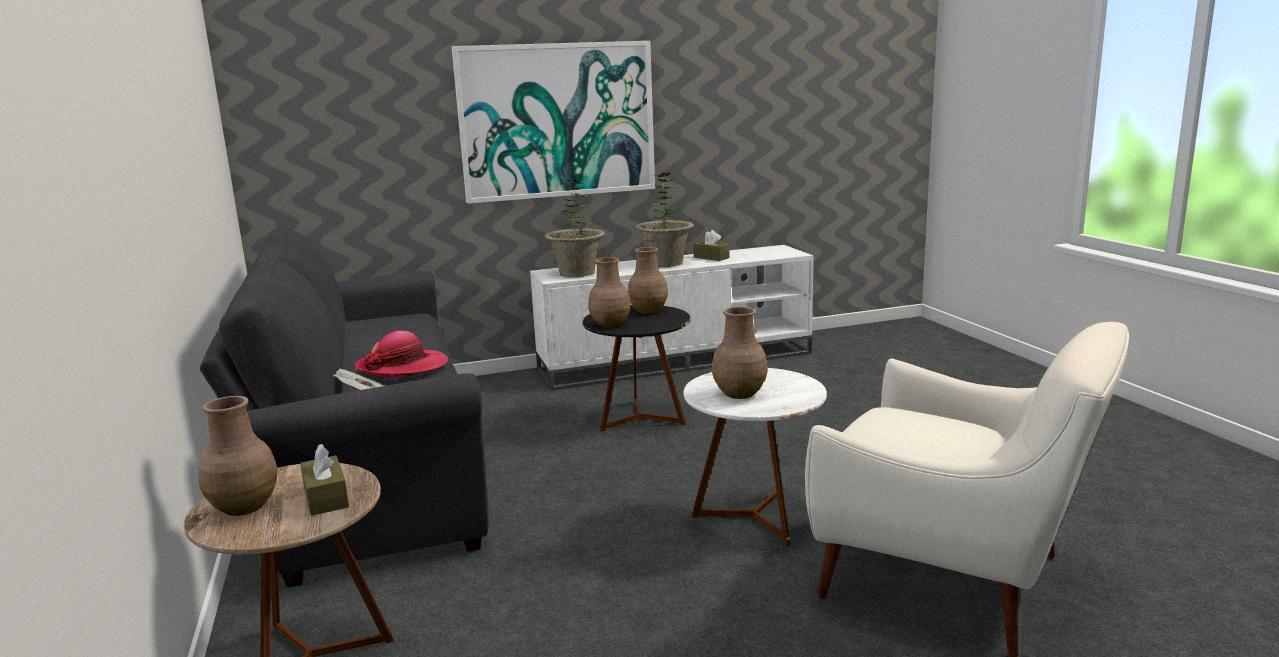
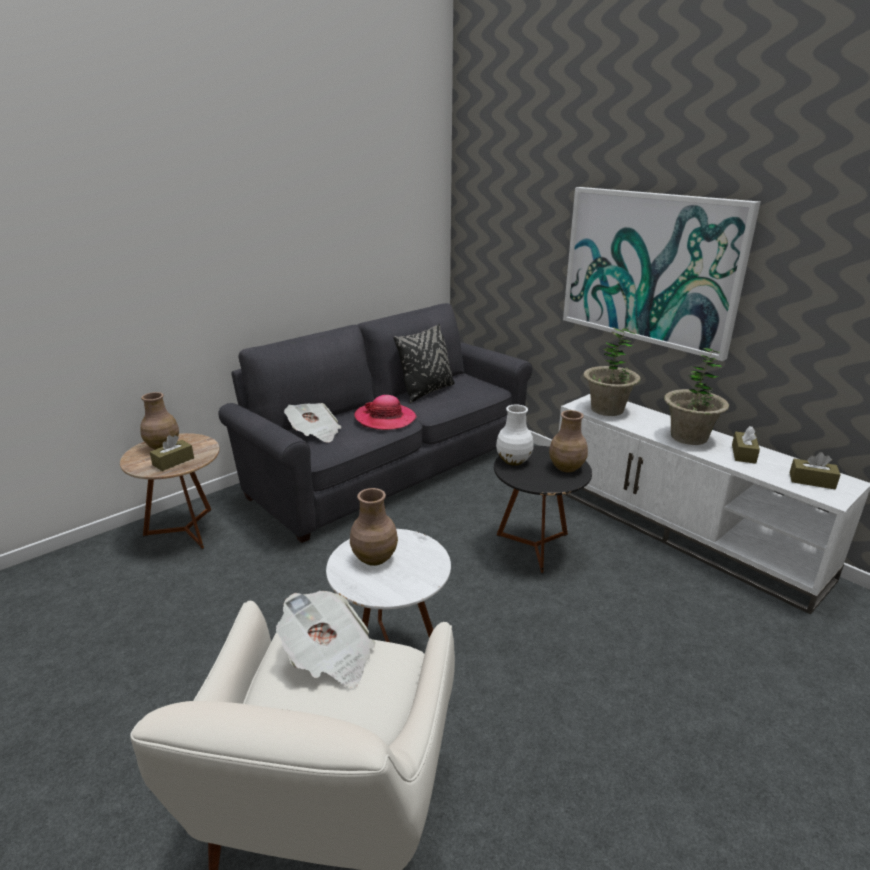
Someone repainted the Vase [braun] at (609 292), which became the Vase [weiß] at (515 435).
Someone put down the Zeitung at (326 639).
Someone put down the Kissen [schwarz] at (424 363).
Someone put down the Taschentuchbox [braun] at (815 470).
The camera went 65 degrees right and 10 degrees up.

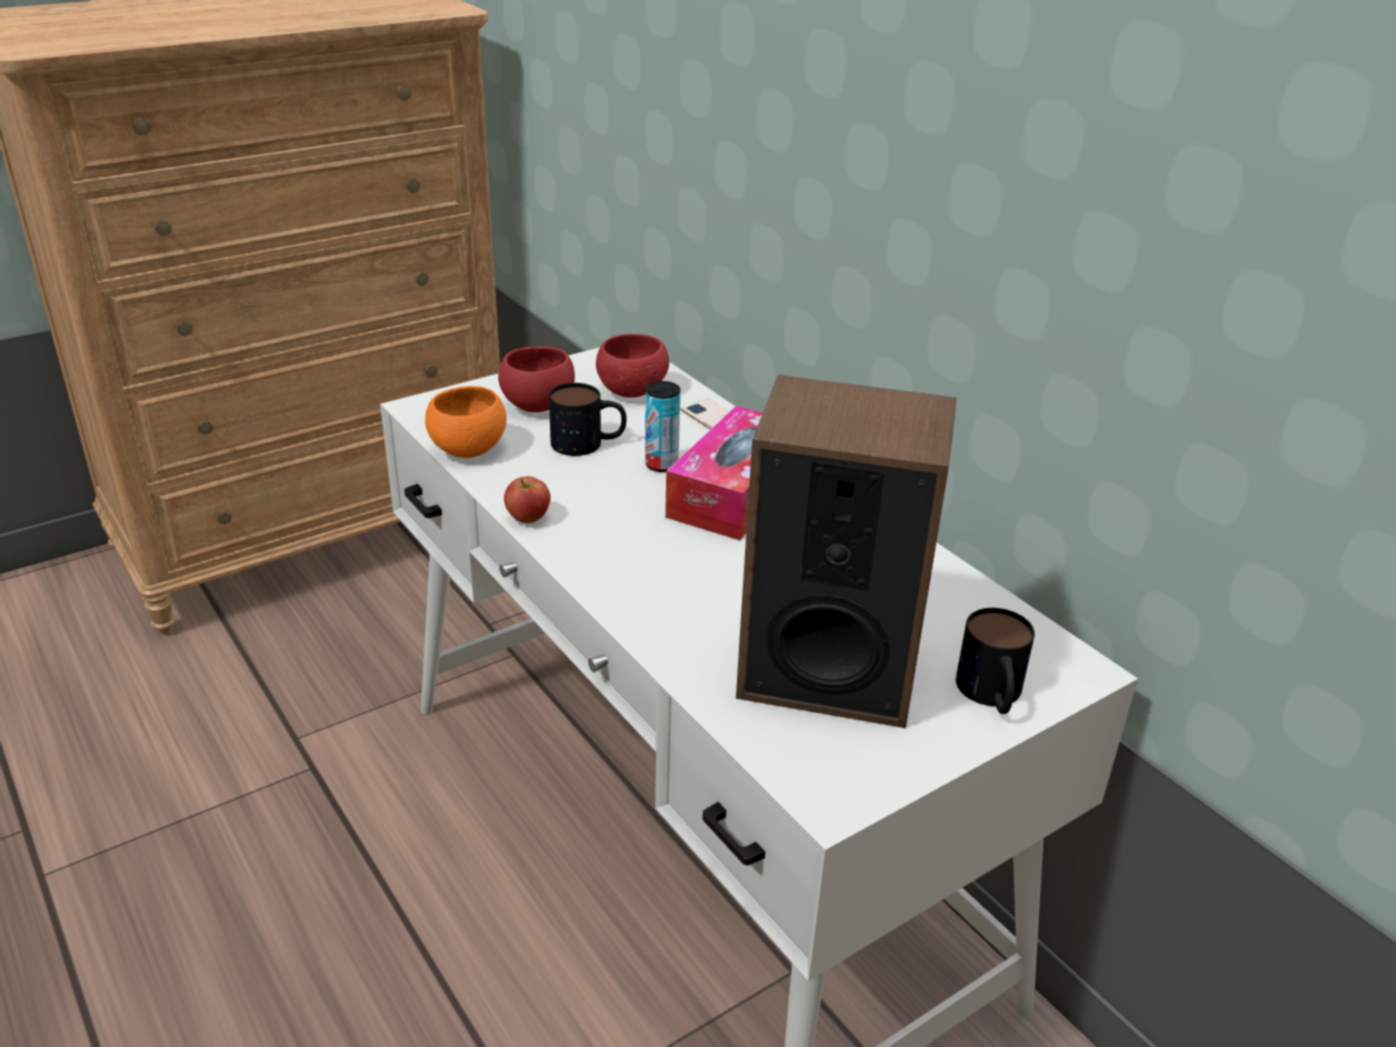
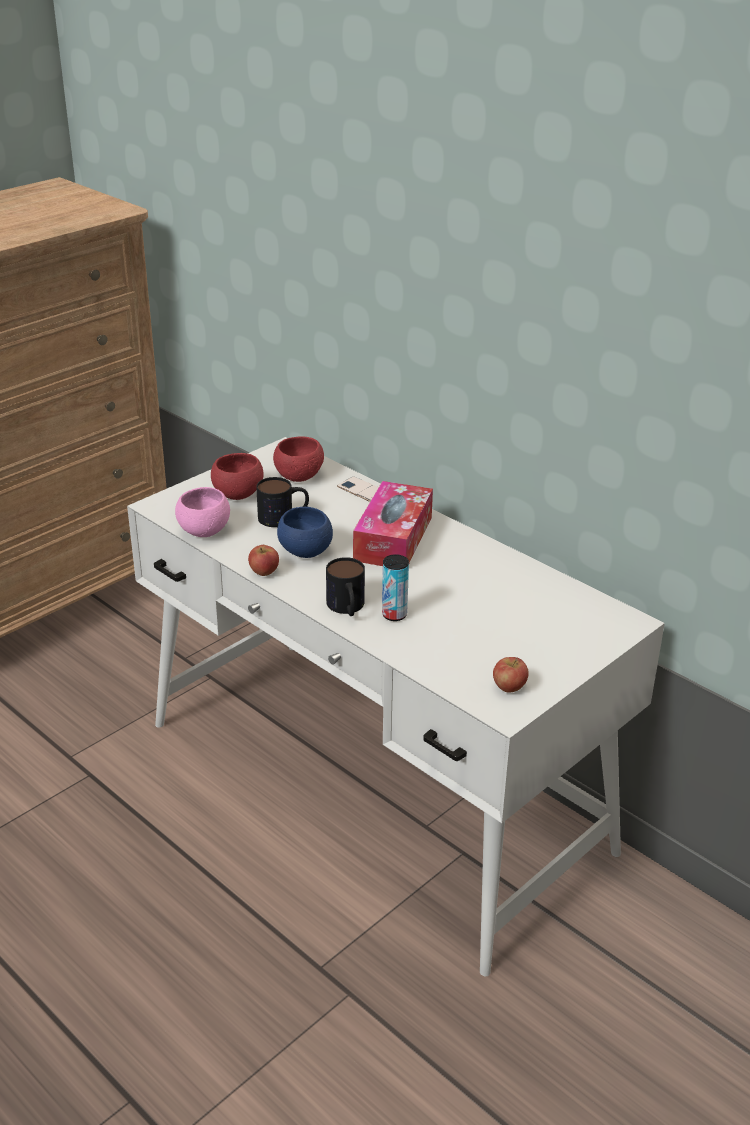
Someone repainted the Schüssel [orange] at (466 422), which became the Schüssel [rosa] at (202 512).
Someone carried the Dose from (662 426) to (395 587).
Someone took away the Lautsprecher at (846 551).
Someone carried the Henkelbecher from (995 661) to (345 586).
Someone put down the Schüssel [blau] at (305 532).
Someone put down the Apfel at (511 674).
The camera went 10 degrees left and 0 degrees up.

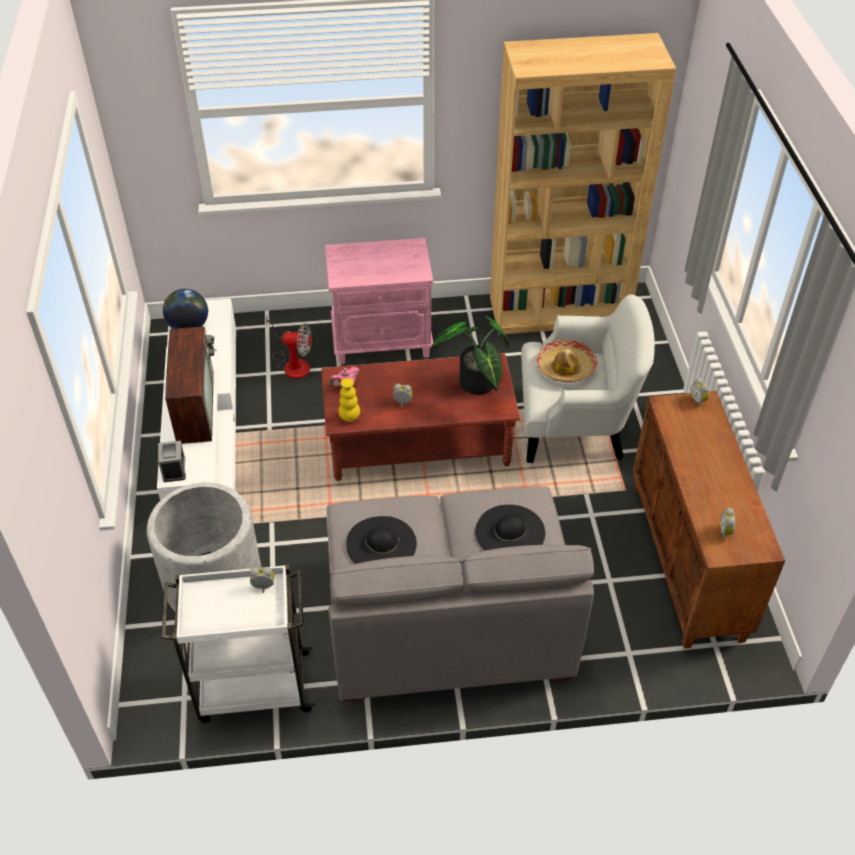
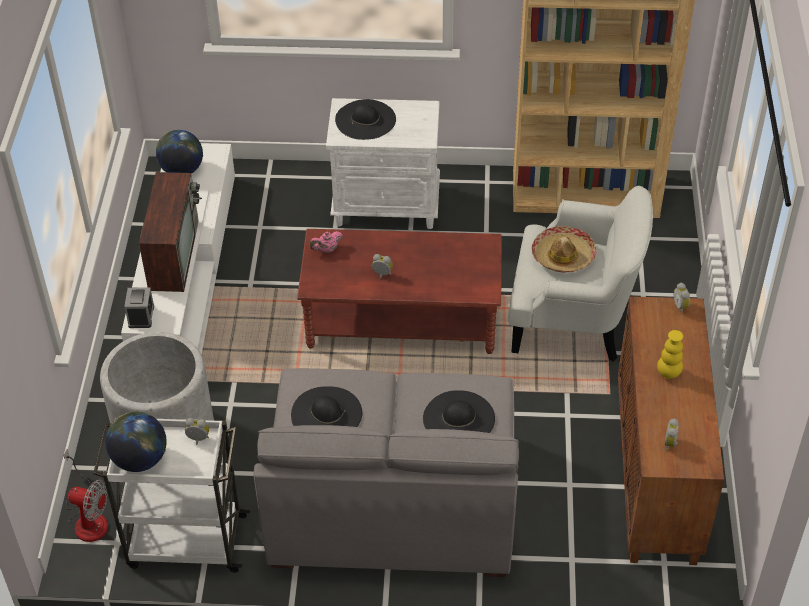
Someone carried the Ventilator from (289 347) to (85 495).
Someone repainted the Nachttisch [rosa] at (379 301), which became the Nachttisch [weiß] at (383 163).
Someone carried the Vase [gelb] from (349 400) to (670 354).
Someone took away the Topfpflanze at (470 355).
Someone put down the Globus at (136 441).
Someone put down the Hut [schwarz] at (365 119).
The camera went 10 degrees right and 0 degrees up.

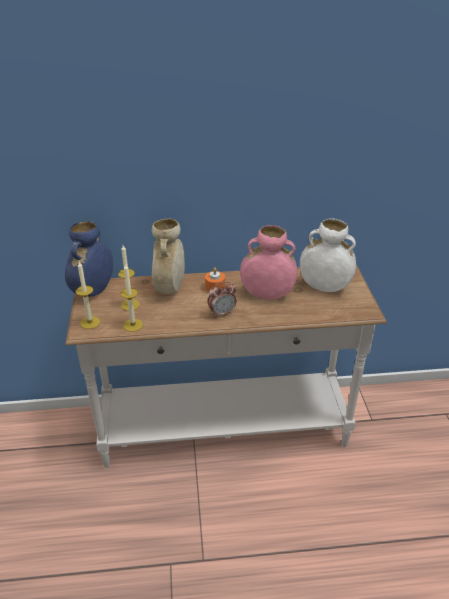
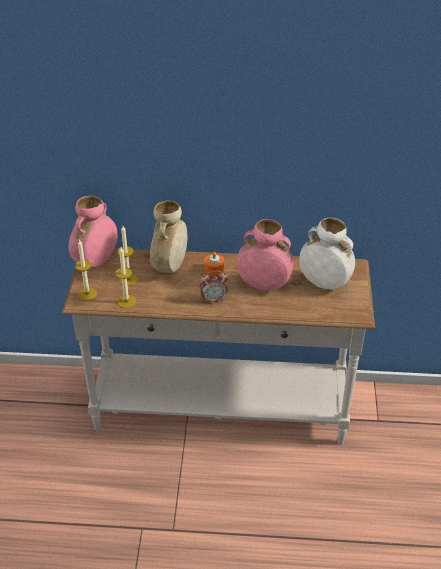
Someone repainted the Vase [blau] at (89 259), which became the Vase [rosa] at (93 231).
The camera went 10 degrees right and 5 degrees up.

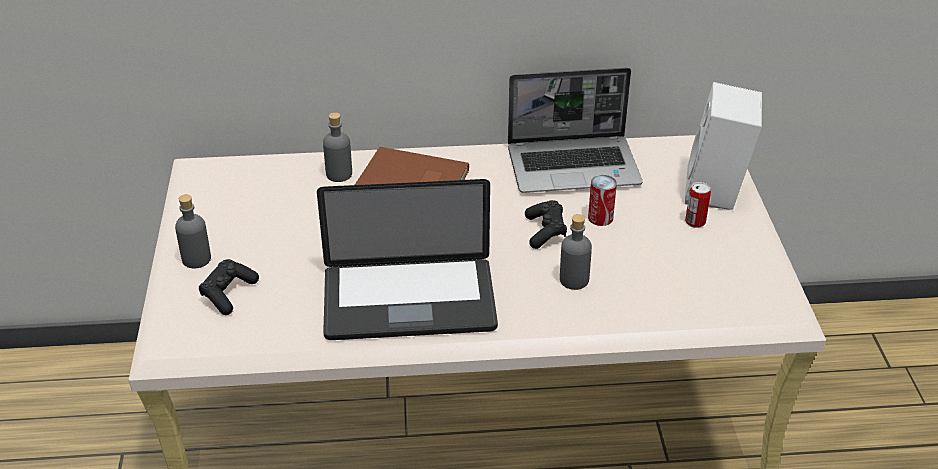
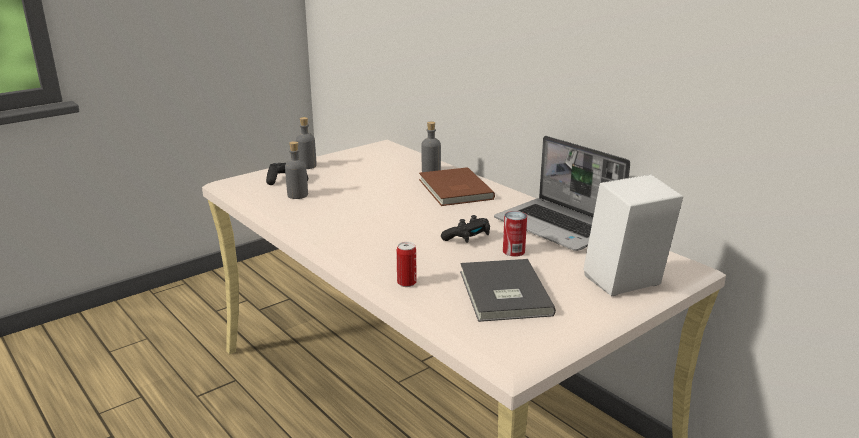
Someone took away the Laptop at (407 259).
Someone carried the Flasche [grau] from (576 252) to (296 170).
Someone carried the Dose from (698 205) to (406 264).
Someone put down the Buch [grau] at (508 290).
The camera went 55 degrees right and 15 degrees down.

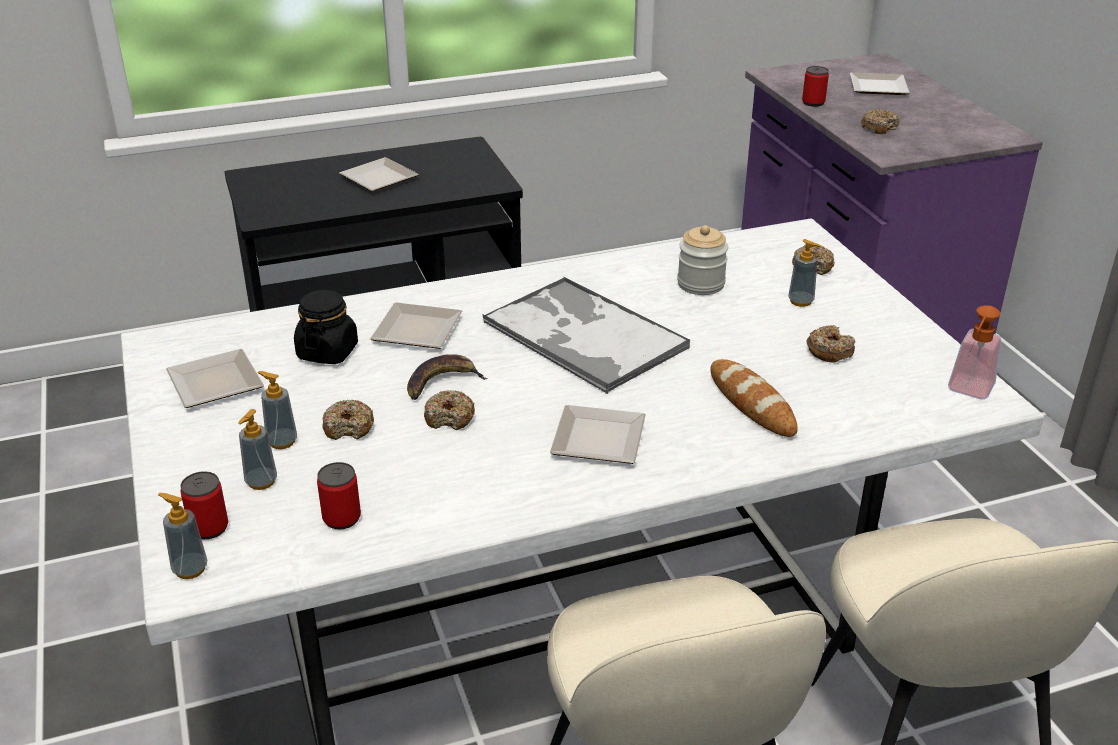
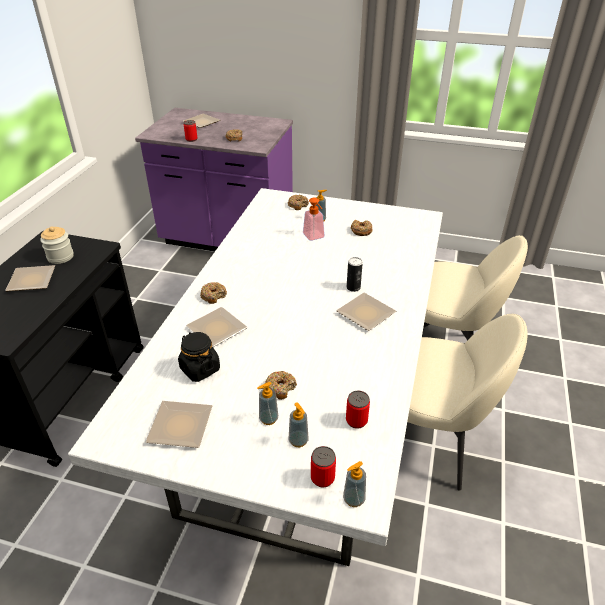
Someone took away the Banane at (447 377).
Someone carried the Donut from (449 410) to (213 293).
Someone took away the Tablett at (586 335).
Someone carried the Vorratsglas from (702 260) to (57 245).
Someone took away the Brot at (754 398).
Someone carried the Seifenspender from (974 352) to (314 219).
Someone put down the Dose at (355 274).
The camera went 55 degrees left and 5 degrees up.

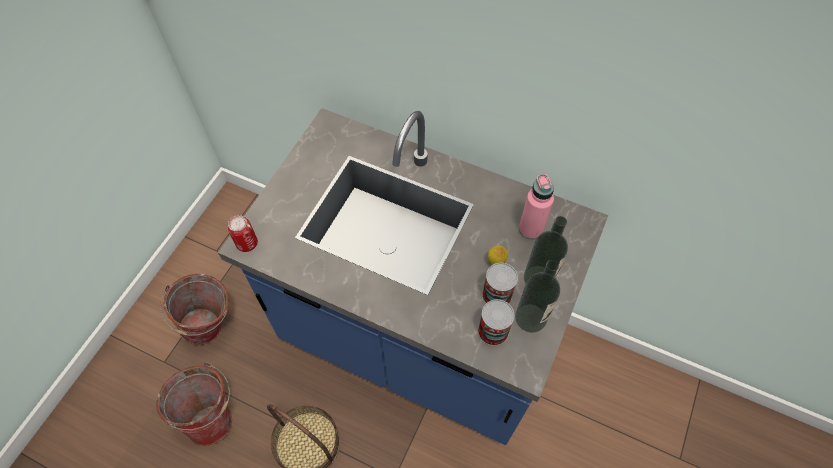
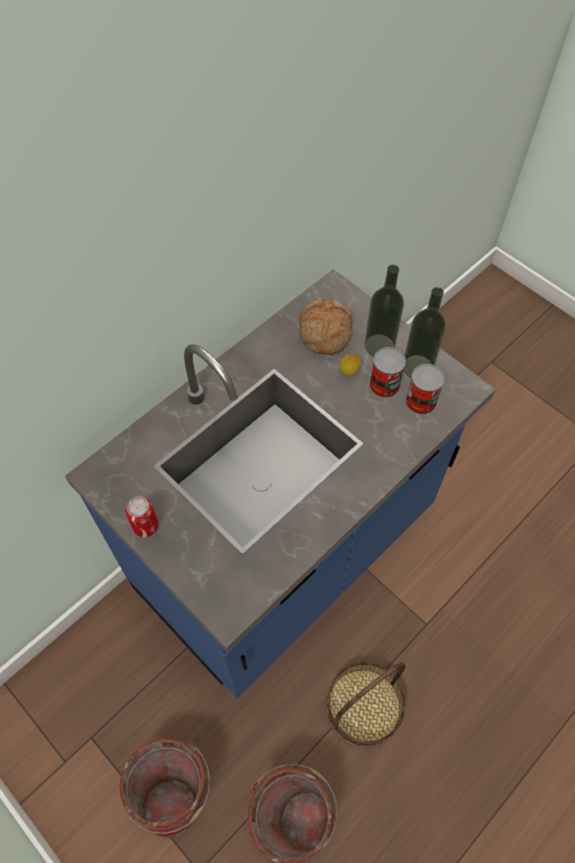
Someone carried the Dose from (243 233) to (142 516).
Someone swapped the Flasche [rosa] at (536 207) for the Brot at (326 326).
The camera went 70 degrees left and 0 degrees up.

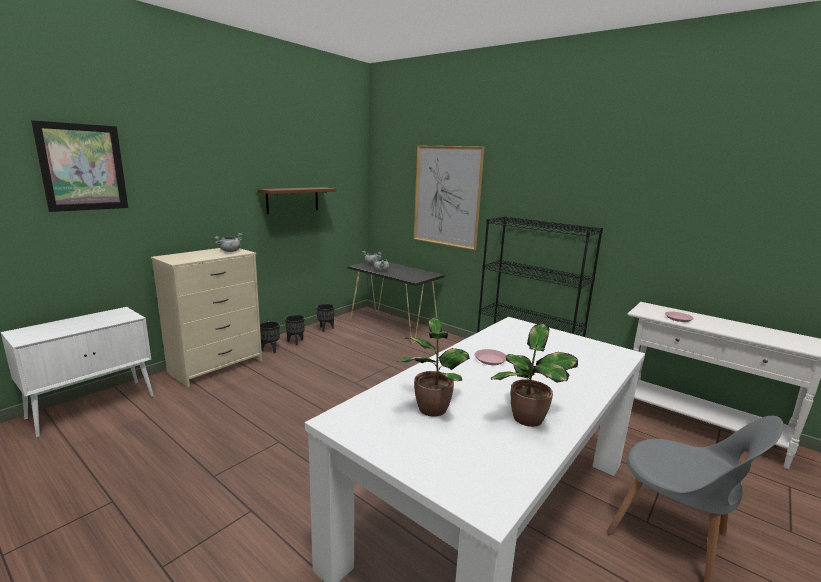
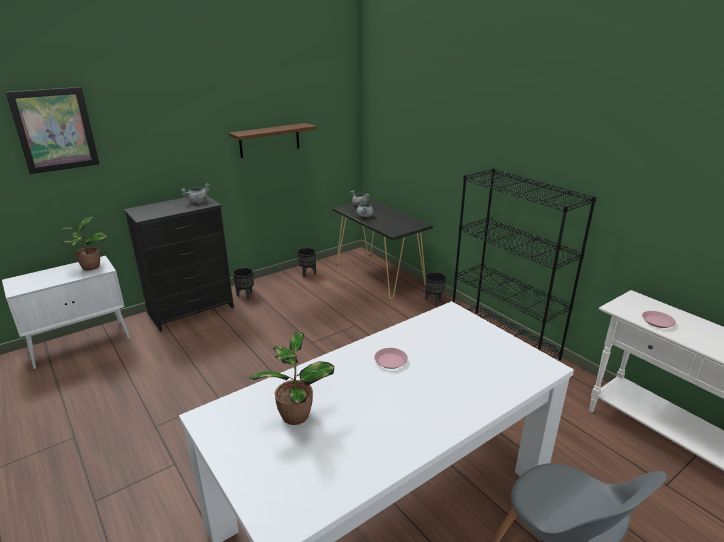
Someone repainted the Kommode [beige] at (206 317), which became the Kommode [schwarz] at (179 264).
Someone carried the Pflanzkübel [schwarz] from (295 330) to (435 289).
Someone took away the Bild at (449 197).
Someone carried the Topfpflanze from (534 375) to (83 244).
The camera went 15 degrees right and 10 degrees up.

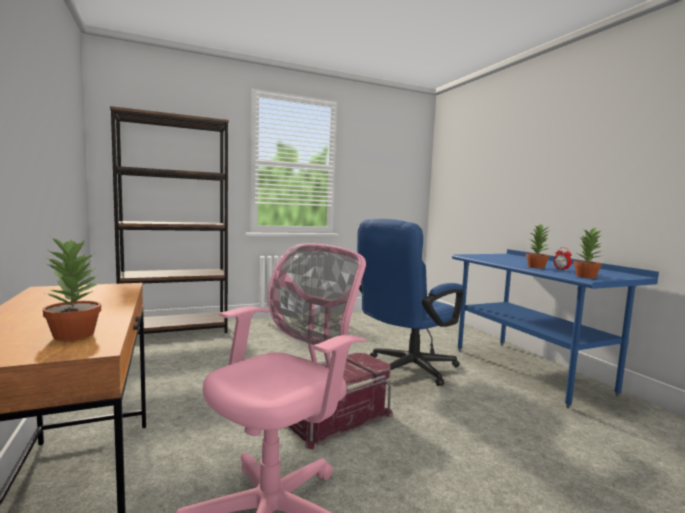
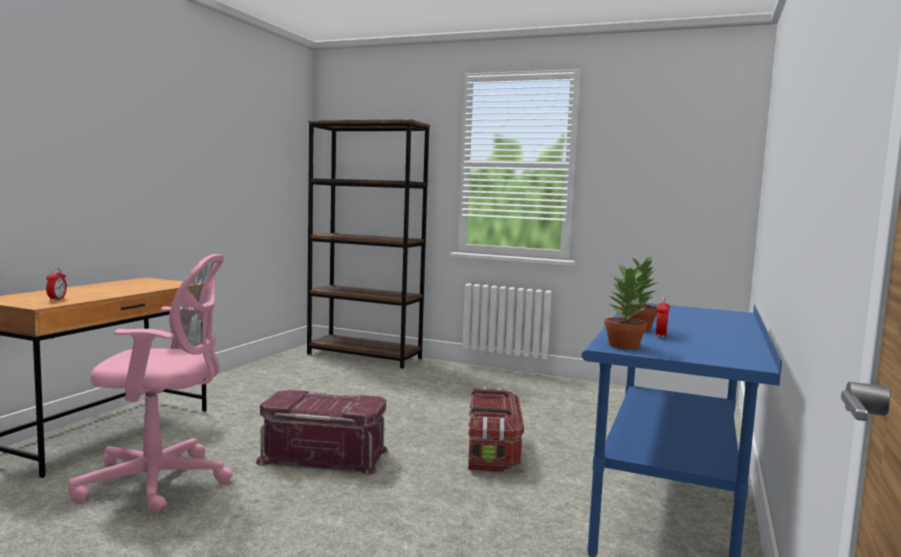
Someone swapped the Topfpflanze at (72 289) for the Wecker at (56 284).
Someone swapped the Bürostuhl [blau] at (410 302) for the Aufbewahrungsbox at (496 429).
The camera went 45 degrees right and 0 degrees up.

